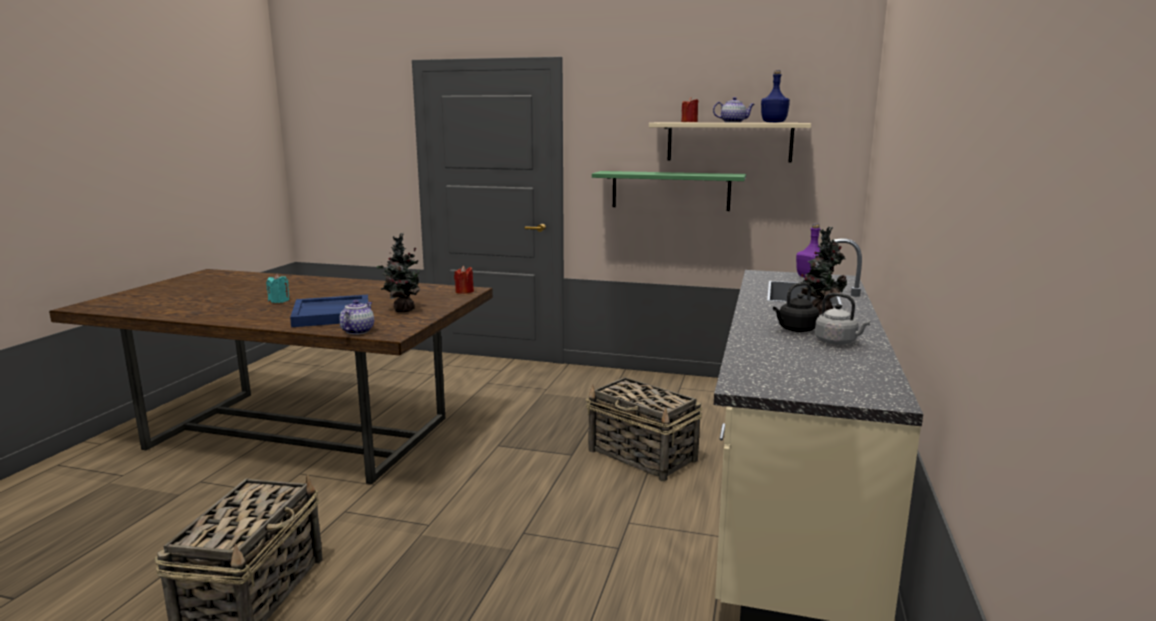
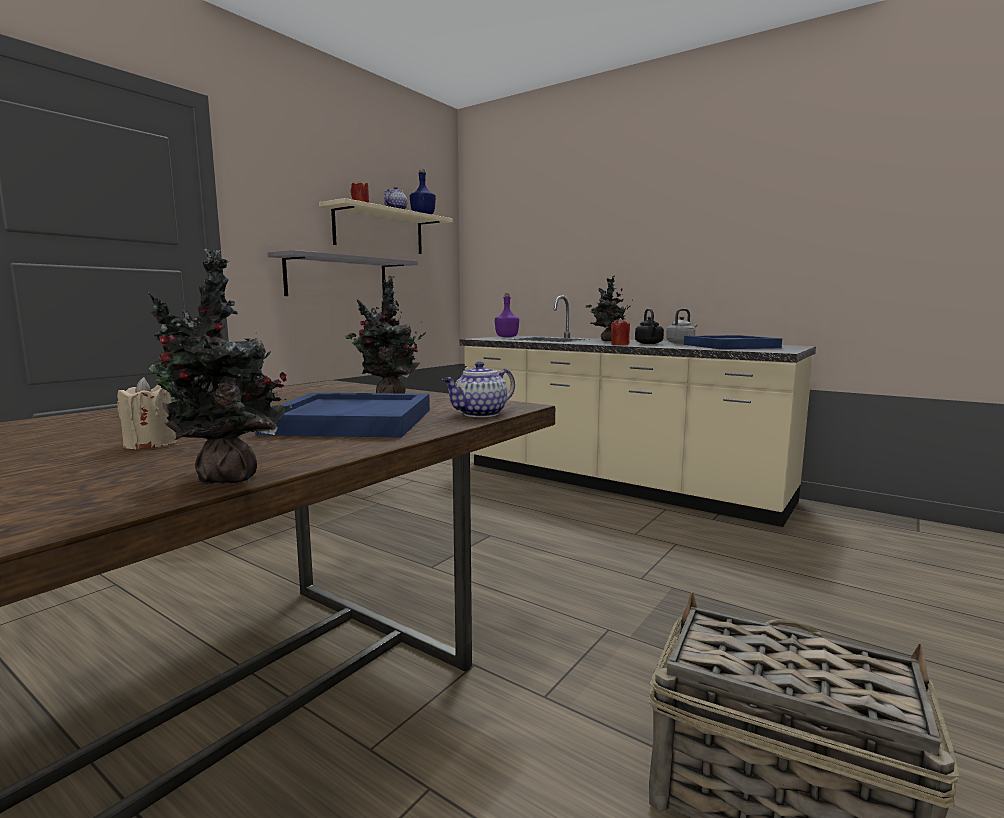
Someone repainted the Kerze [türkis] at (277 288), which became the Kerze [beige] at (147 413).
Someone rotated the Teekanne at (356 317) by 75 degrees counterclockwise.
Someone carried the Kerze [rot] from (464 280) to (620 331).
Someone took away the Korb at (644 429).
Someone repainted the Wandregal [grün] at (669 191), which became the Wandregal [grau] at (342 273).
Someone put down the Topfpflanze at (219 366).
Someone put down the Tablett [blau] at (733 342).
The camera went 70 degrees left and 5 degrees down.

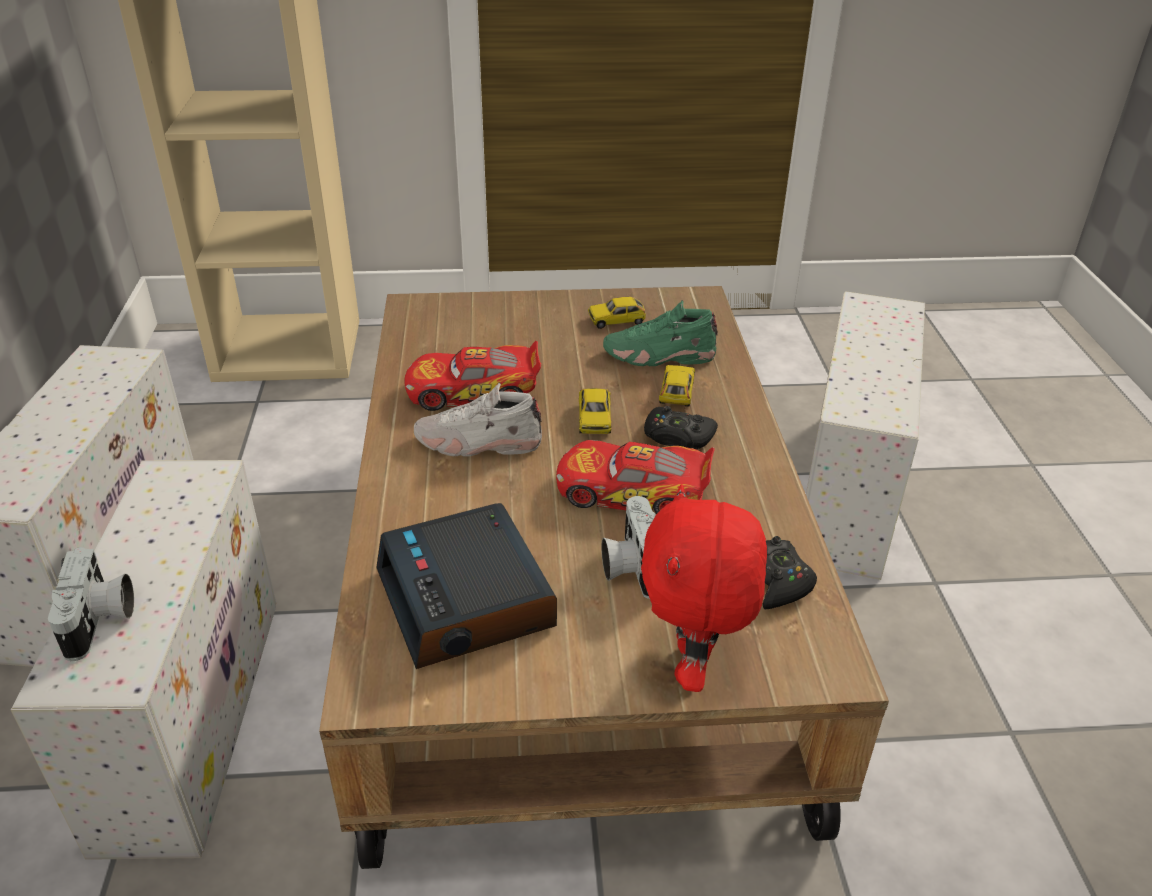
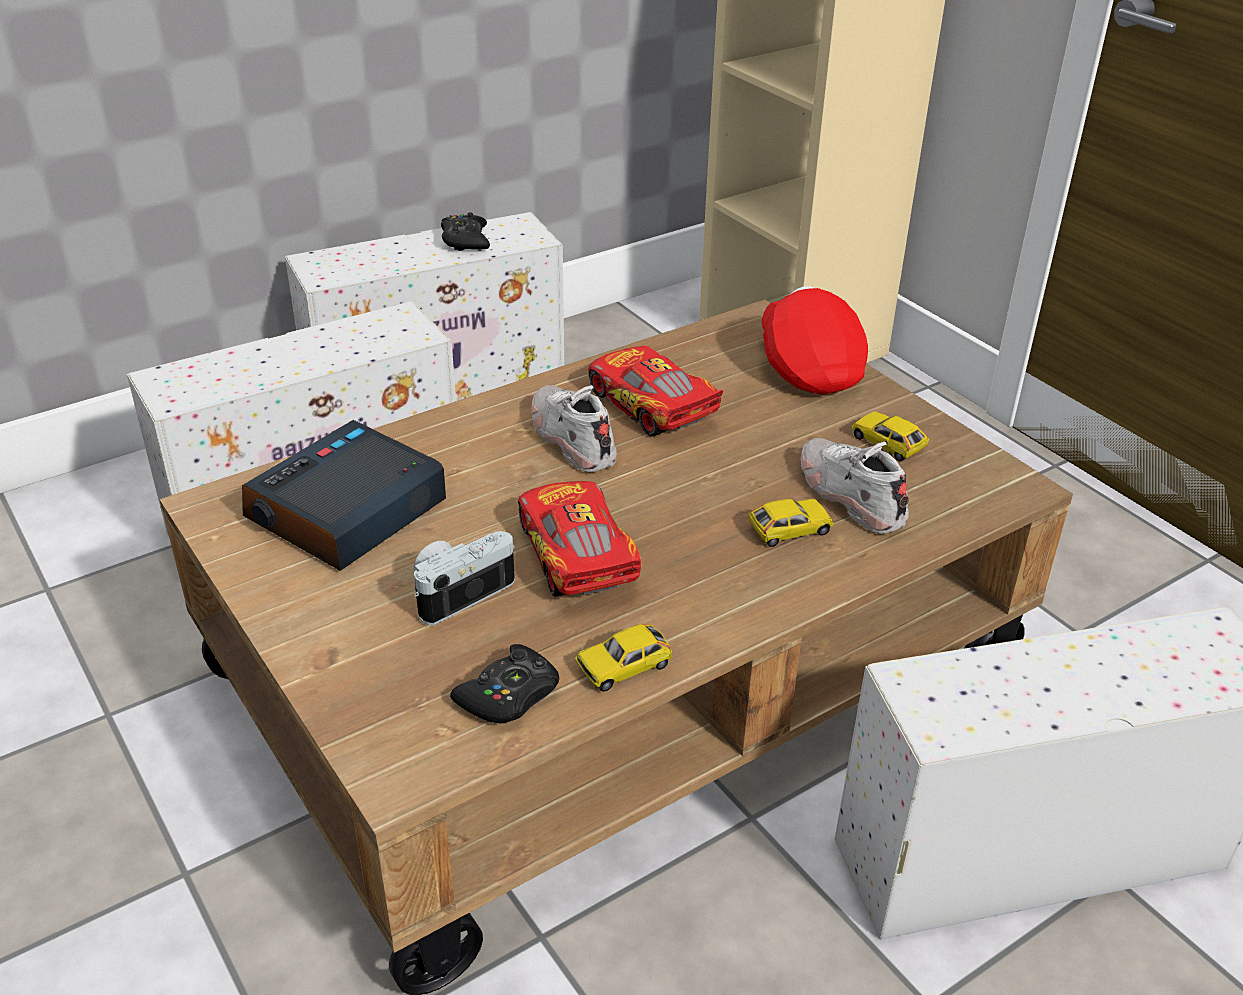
Someone took away the Kamera at (91 604).
Someone carried the Spielzeugauto from (595 411) to (623 658).
Someone repainted the Schuh [grün] at (660 333), which became the Schuh [weiß] at (855 486).
Someone took away the Plüschtier [rot] at (704 588).
Someone carried the Gamepad [schwarz] from (681 428) to (465 231).
Someone put down the Kappe [rot] at (815 340).
The camera went 60 degrees right and 0 degrees up.

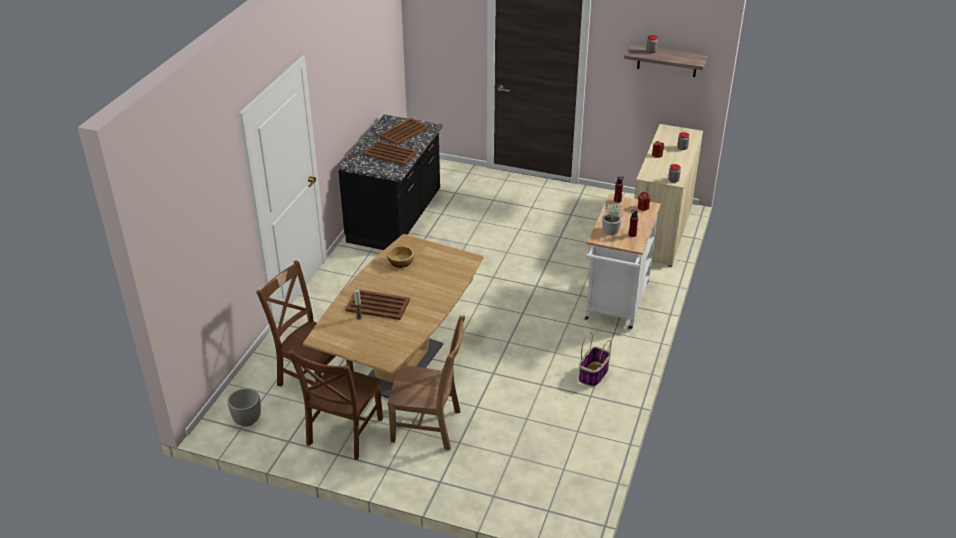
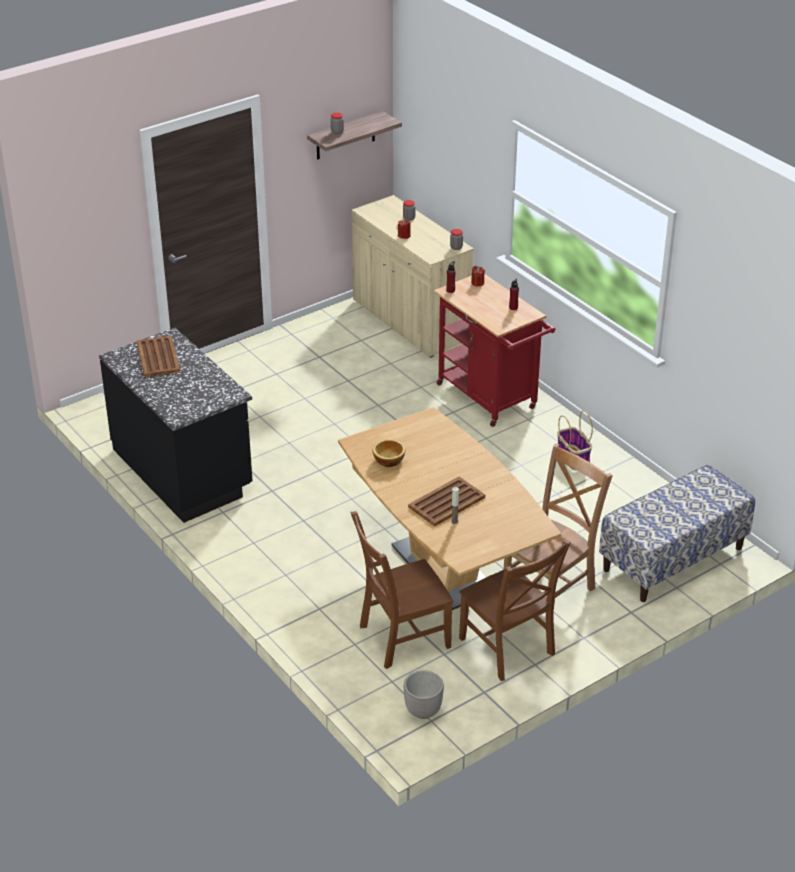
Someone took away the Tablett [braun] at (390 153).
Someone repainted the Rollwagen [weiß] at (622 262), which became the Rollwagen [rot] at (494 350).
Someone took away the Topfpflanze at (612 217).
Someone put down the Bank at (677 533).
The camera went 55 degrees left and 0 degrees up.

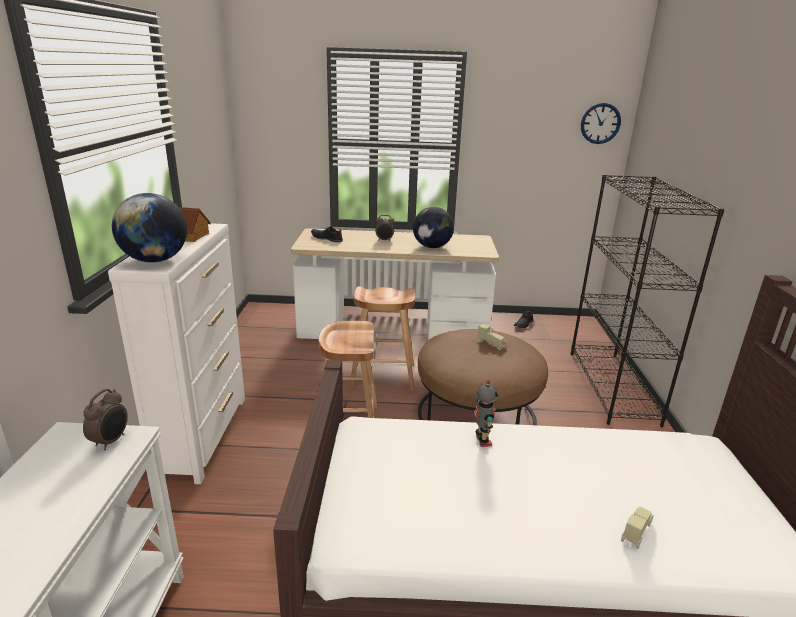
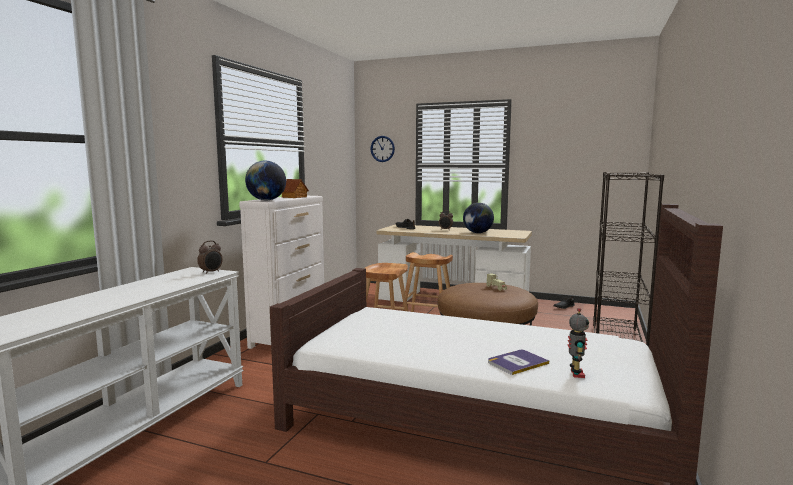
Someone carried the Spielzeugroboter from (486 413) to (578 343).
Someone carried the Wanduhr from (601 123) to (382 149).
Someone swapped the Spielzeugauto [beige] at (637 527) for the Buch at (518 362).
The camera went 20 degrees right and 15 degrees down.

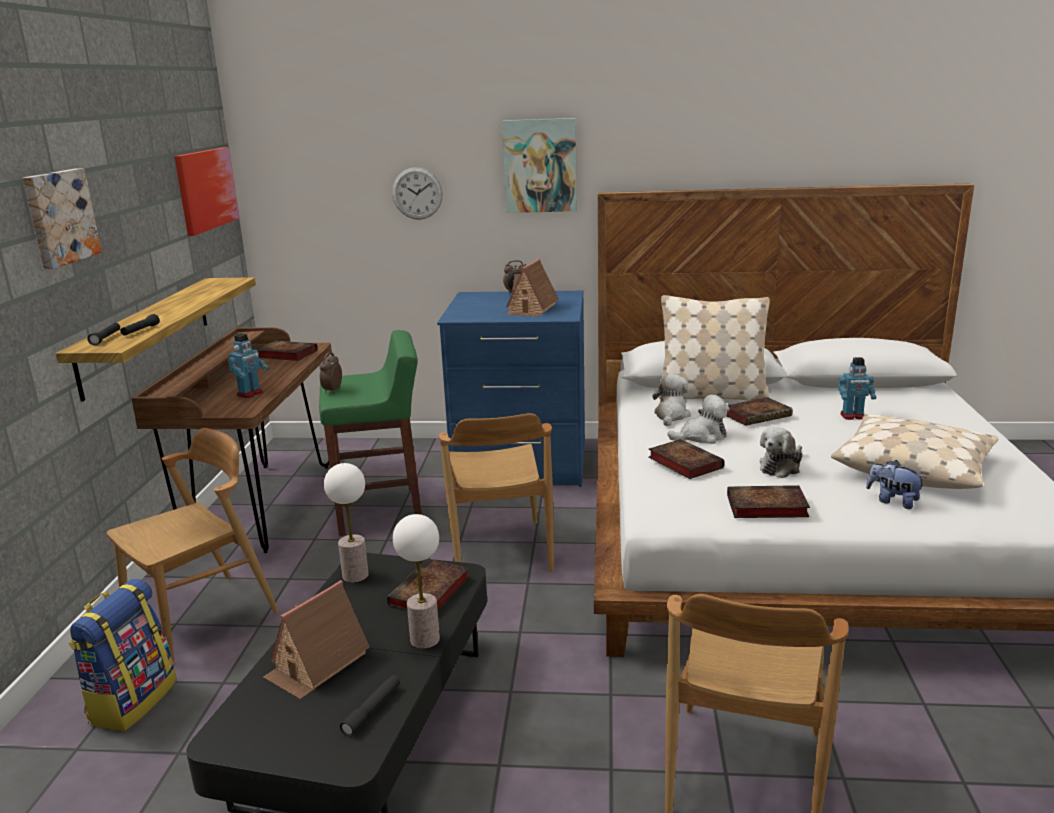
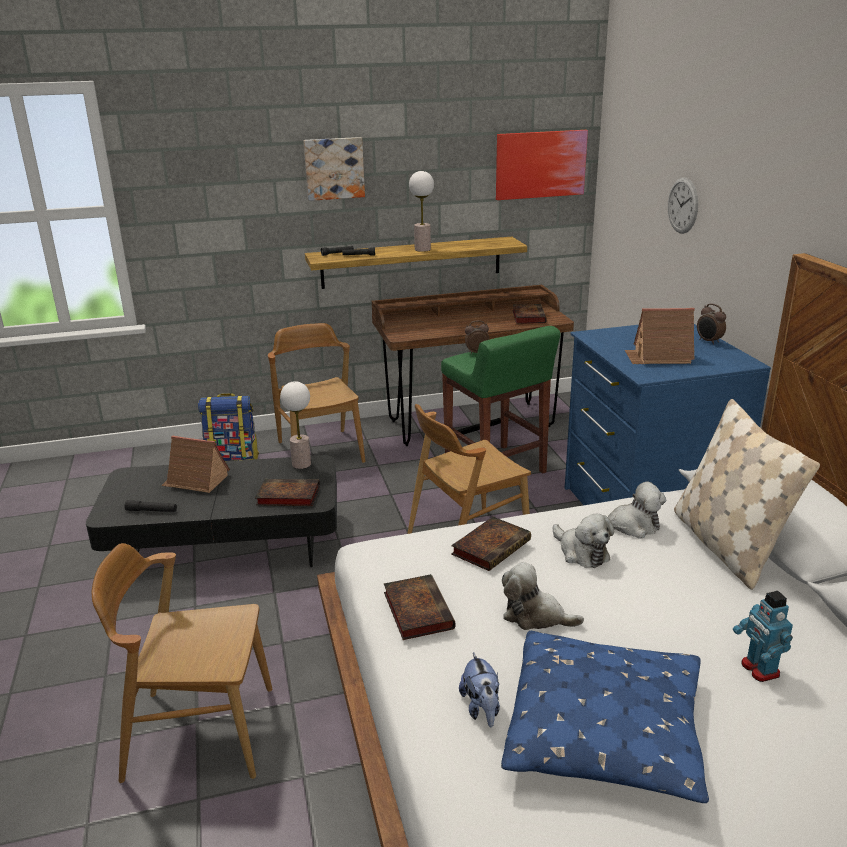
Someone rotated the Stuhl [braun] at (193 545) by 135 degrees counterclockwise.
Someone took away the Spielzeugroboter at (248 365).
Someone carried the Tischlampe from (416 581) to (421 211).
Someone took away the Bild at (539 165).
Someone took away the Buch at (760 411).
Someone repainted the Kissen [beige] at (914 451), which became the Kissen [blau] at (605 717).
Someone rotated the Plüschtier at (896 484) by 150 degrees clockwise.
The camera went 70 degrees right and 5 degrees up.

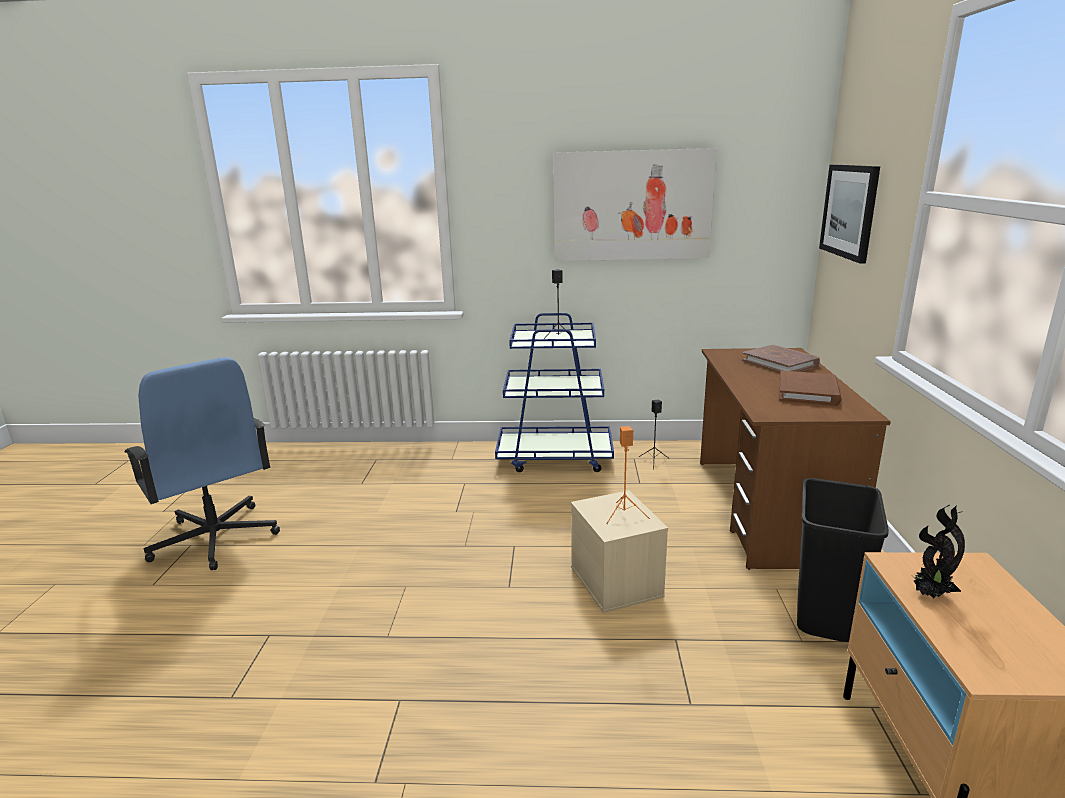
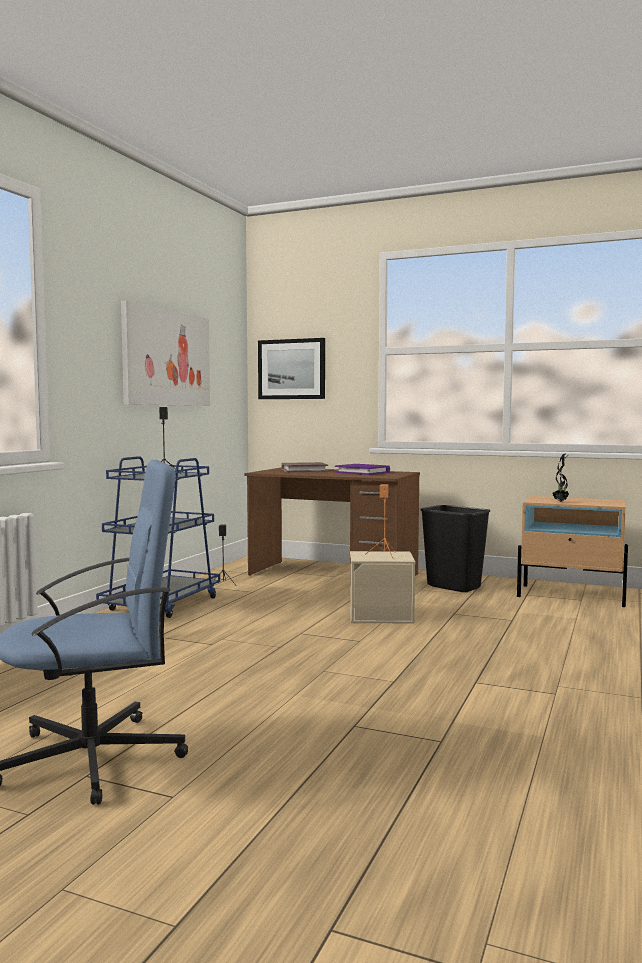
Someone repainted the Buch [braun] at (810 388), which became the Buch [lila] at (362 469).
The camera went 70 degrees left and 15 degrees down.

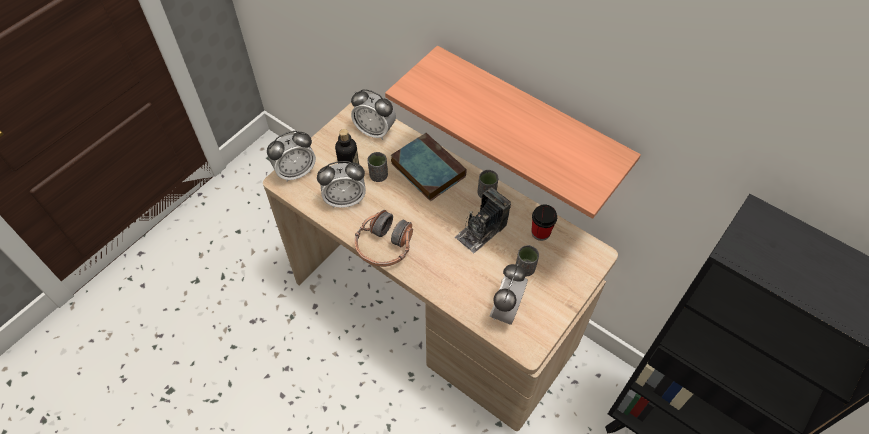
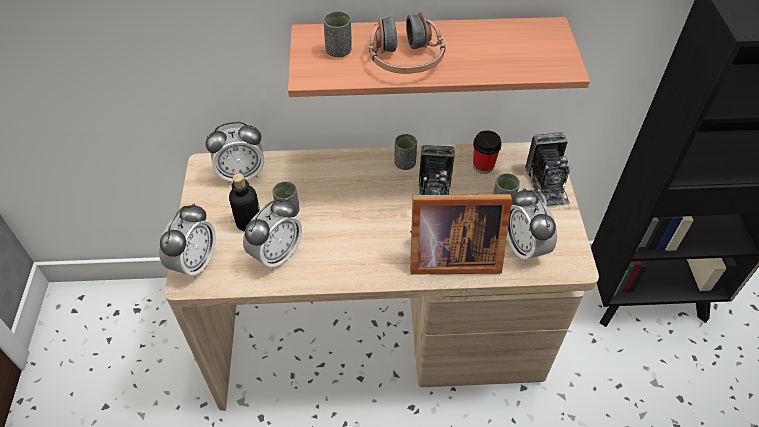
Someone carried the Kopfhörer from (383 238) to (407 43).
Someone took away the Buch at (429 167).
Someone put down the Tasse [grau] at (338 34).
Someone put down the Bilderrahmen at (461 234).
Someone put down the Kamera at (548 169).
The camera went 40 degrees left and 5 degrees down.

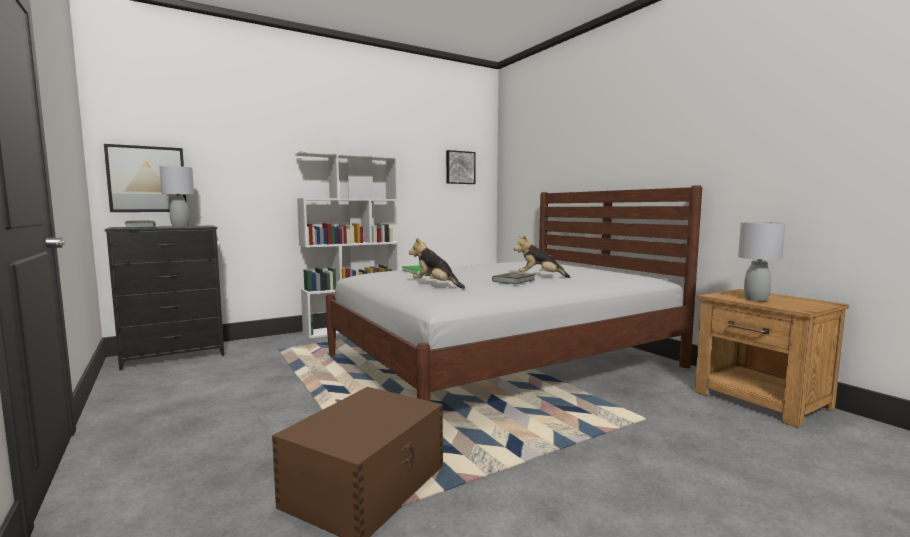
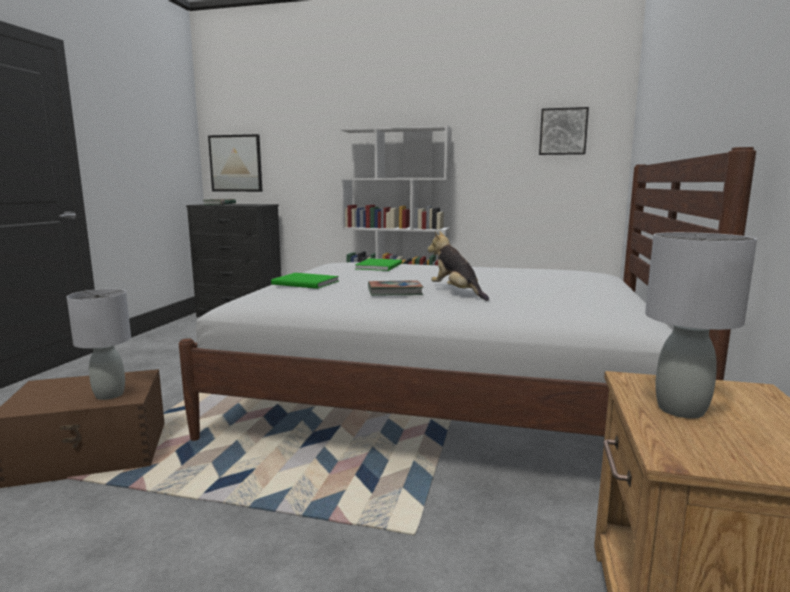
Someone carried the Tischlampe [grau] from (177 196) to (99 344).
Someone swapped the Plüschtier at (437 263) for the Buch [grün] at (305 281).
The camera went 45 degrees right and 5 degrees up.

